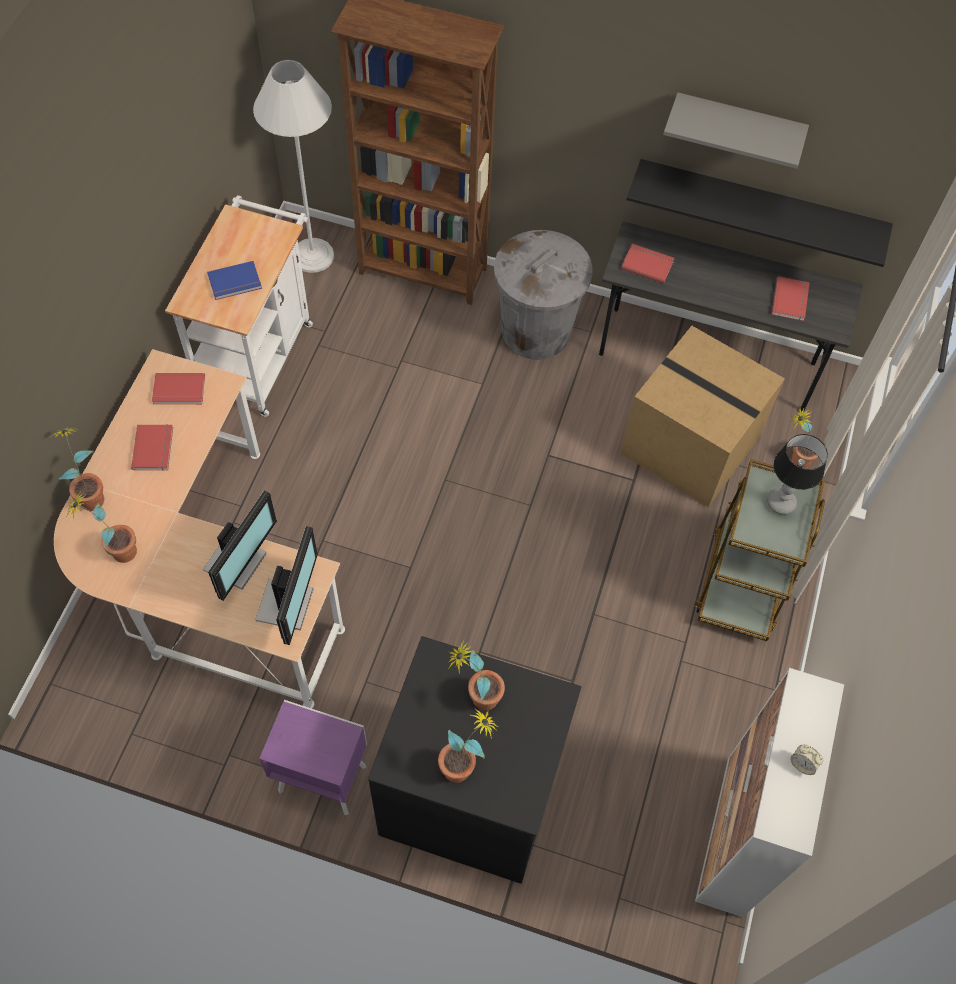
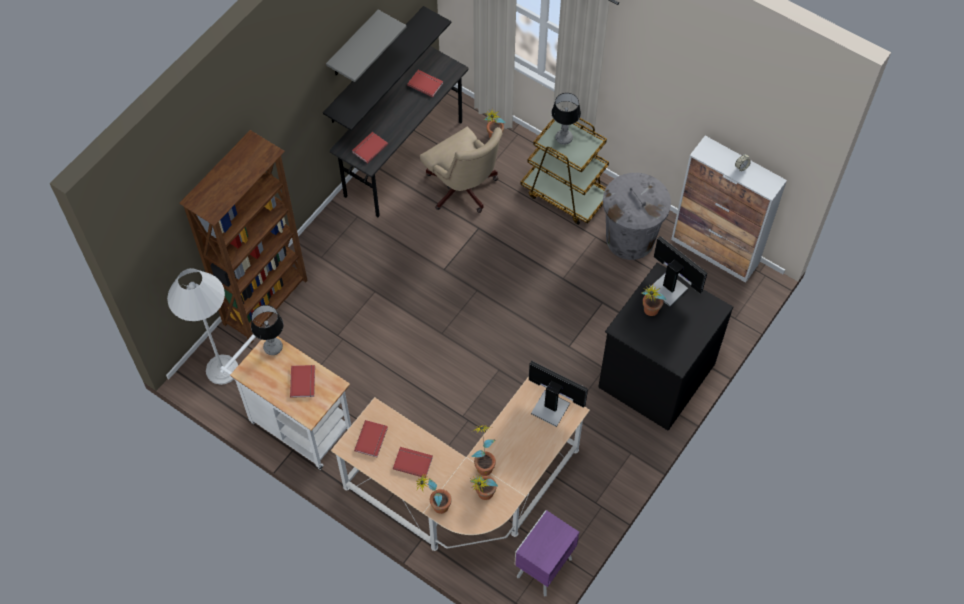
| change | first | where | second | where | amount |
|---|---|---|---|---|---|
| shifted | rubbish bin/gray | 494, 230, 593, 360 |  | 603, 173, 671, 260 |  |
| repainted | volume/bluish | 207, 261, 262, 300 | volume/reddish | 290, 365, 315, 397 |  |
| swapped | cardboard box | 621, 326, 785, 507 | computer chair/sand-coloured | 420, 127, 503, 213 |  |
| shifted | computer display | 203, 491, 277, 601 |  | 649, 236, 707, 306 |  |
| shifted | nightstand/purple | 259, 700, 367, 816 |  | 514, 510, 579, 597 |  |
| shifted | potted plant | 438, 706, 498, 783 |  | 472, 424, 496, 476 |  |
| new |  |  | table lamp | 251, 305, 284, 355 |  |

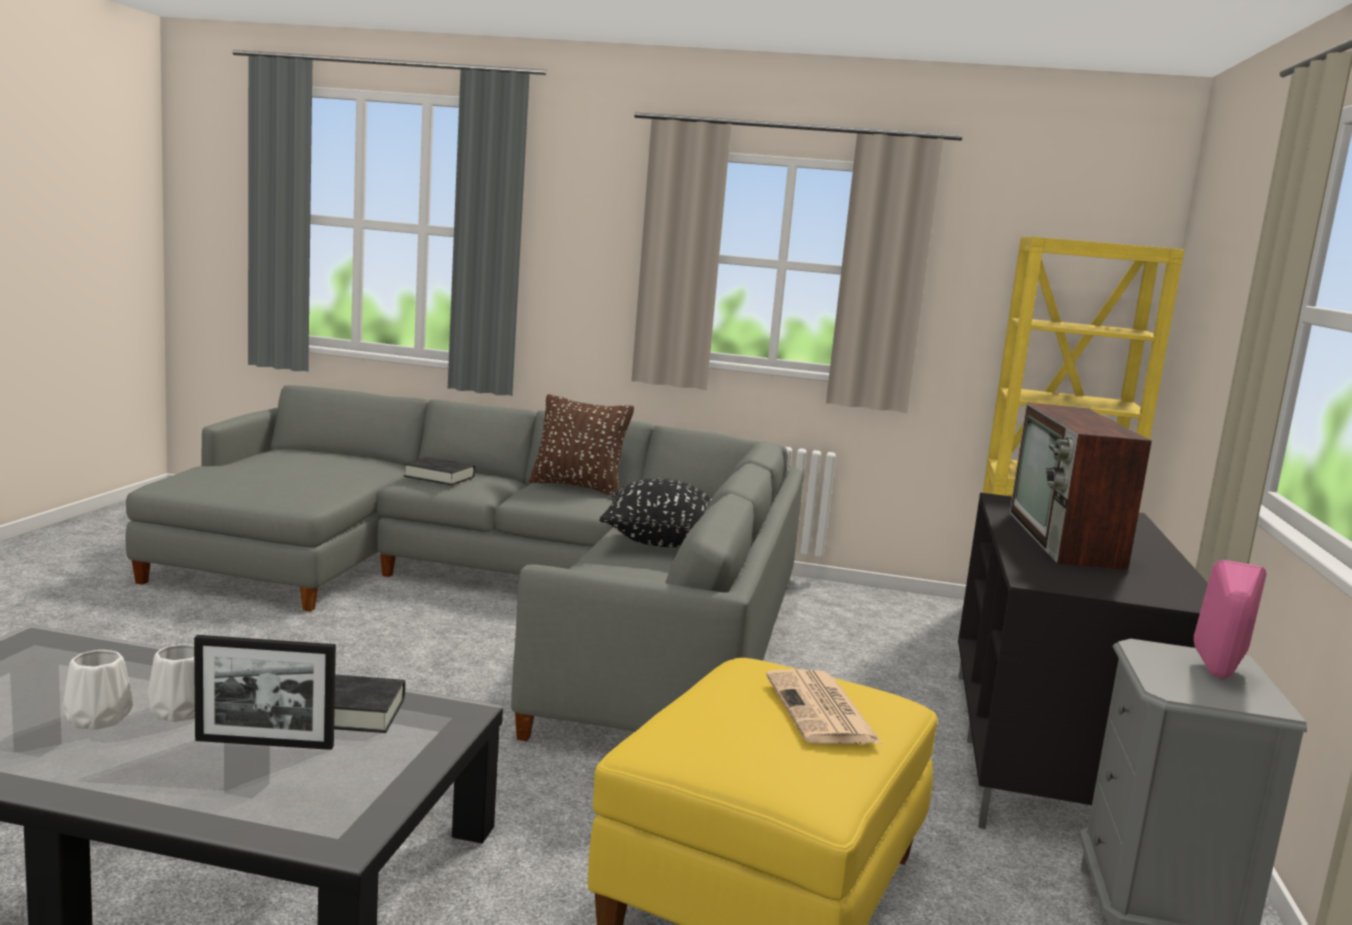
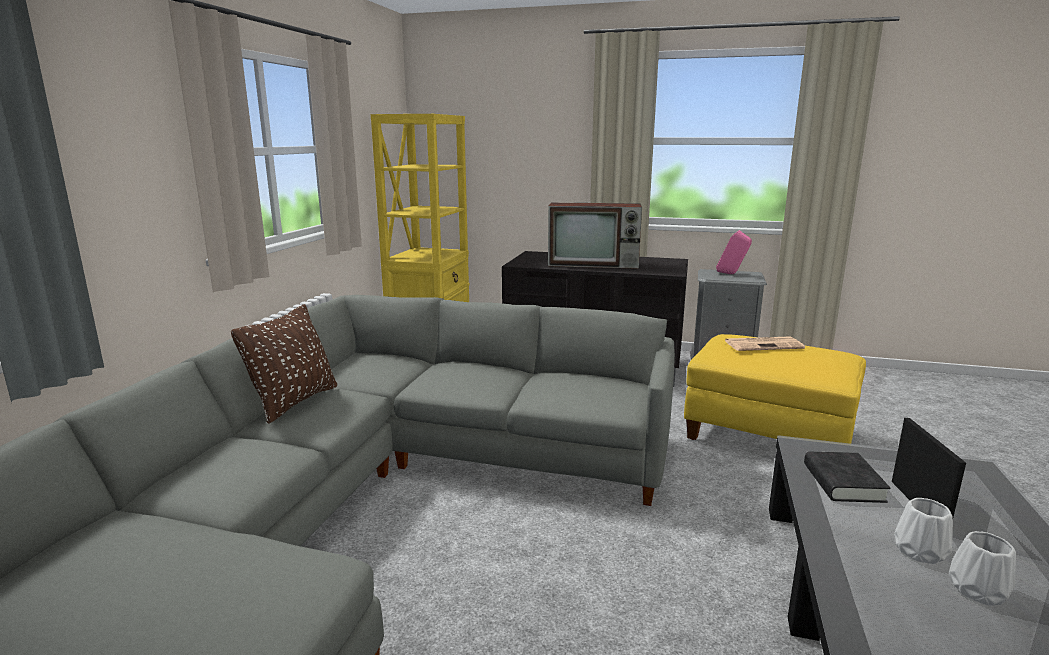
| change | first | where | second | where | amount |
|---|---|---|---|---|---|
| gone | volume/black | 404, 457, 475, 485 |  |  |  |
| gone | pillow/black | 599, 479, 711, 547 |  |  |  |

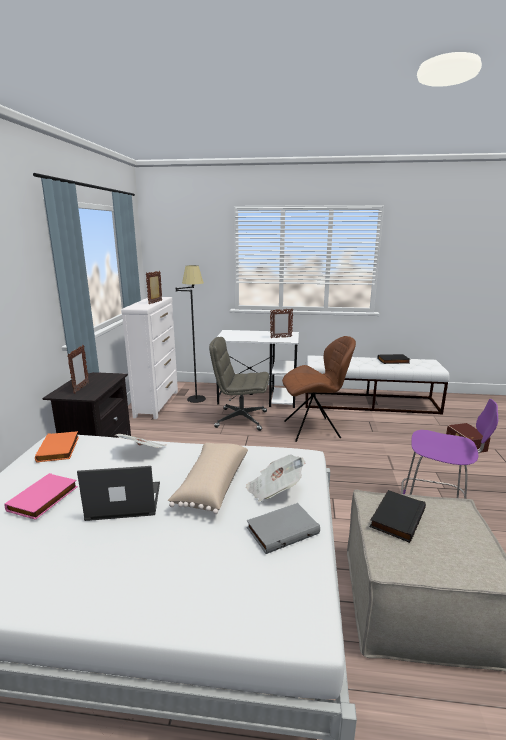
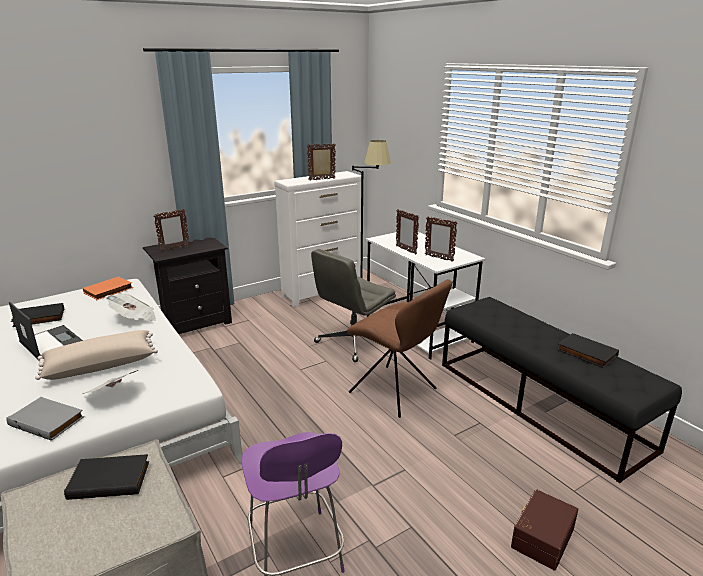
| change | first | where | second | where | amount |
|---|---|---|---|---|---|
| rotated | computer chair/gray | 209, 337, 269, 431 |  | 311, 249, 396, 362 | 105 degrees counterclockwise |
| repainted | long seat/white | 305, 355, 450, 415 | long seat/black | 442, 297, 682, 483 |  |
| repainted | volume/pink-coloured | 5, 473, 78, 520 | volume/black | 11, 303, 64, 327 |  |
| new |  |  | standing frame | 396, 209, 419, 255 |  |

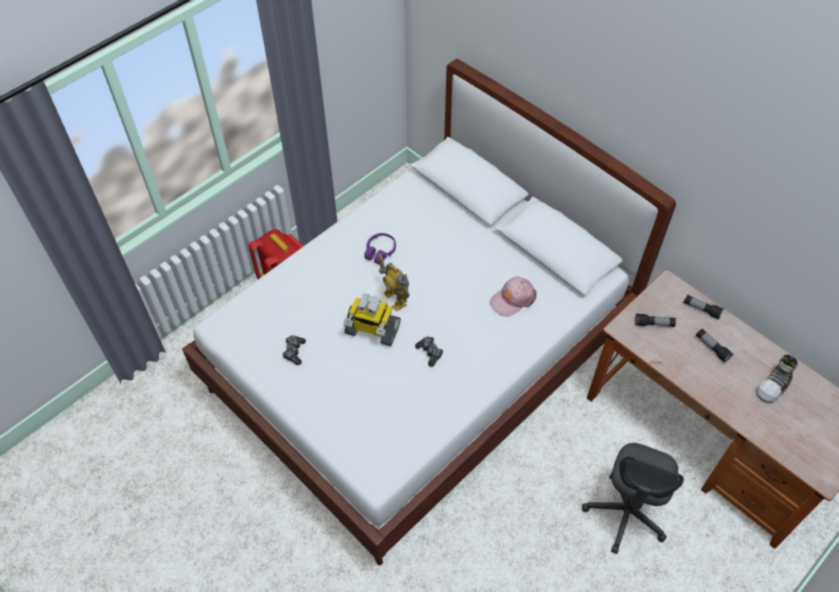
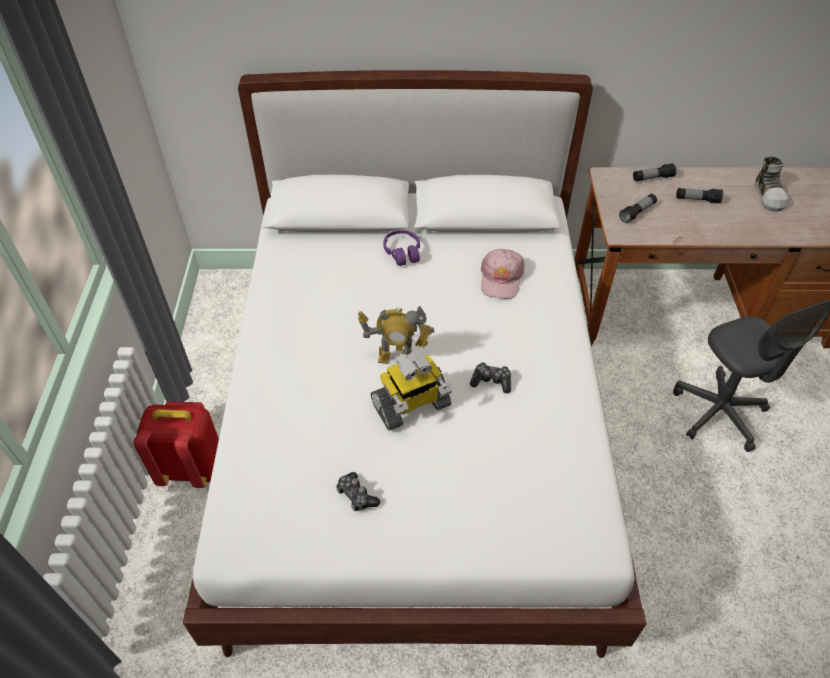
| change | first | where | second | where | amount |
|---|---|---|---|---|---|
| shifted | pair of headphones/purple | 364, 233, 396, 264 |  | 383, 230, 420, 266 |  |

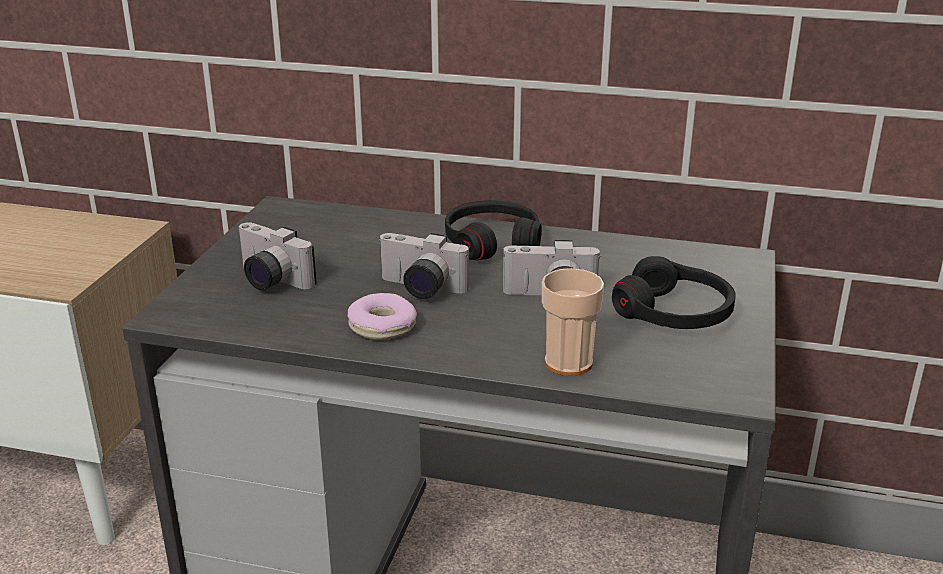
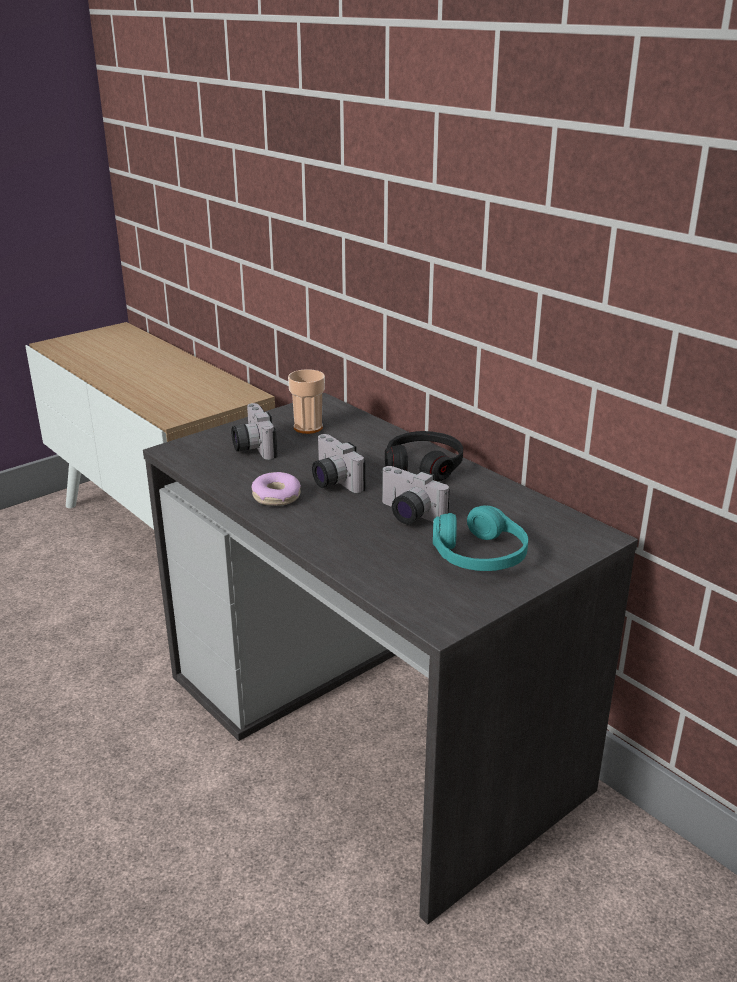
| change | first | where | second | where | amount |
|---|---|---|---|---|---|
| repainted | pair of headphones/black | 612, 256, 736, 329 | pair of headphones/turquoise | 433, 506, 528, 571 |  |
| shifted | cup | 542, 268, 604, 376 |  | 288, 369, 325, 434 |  |

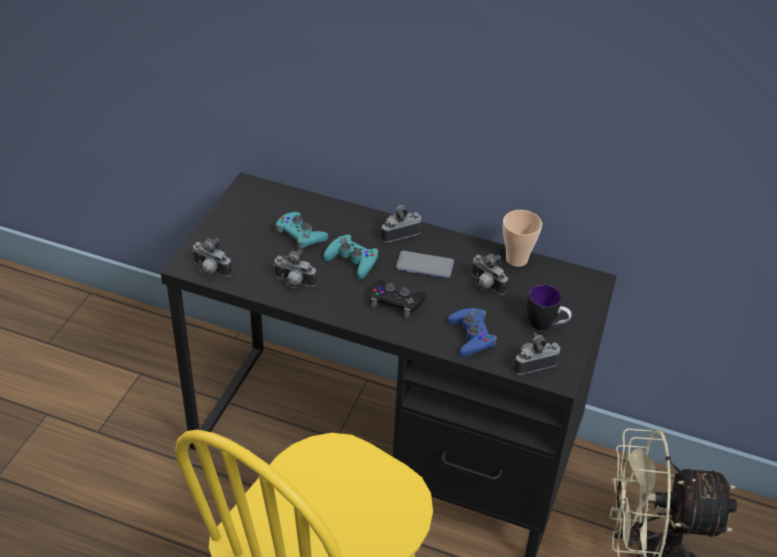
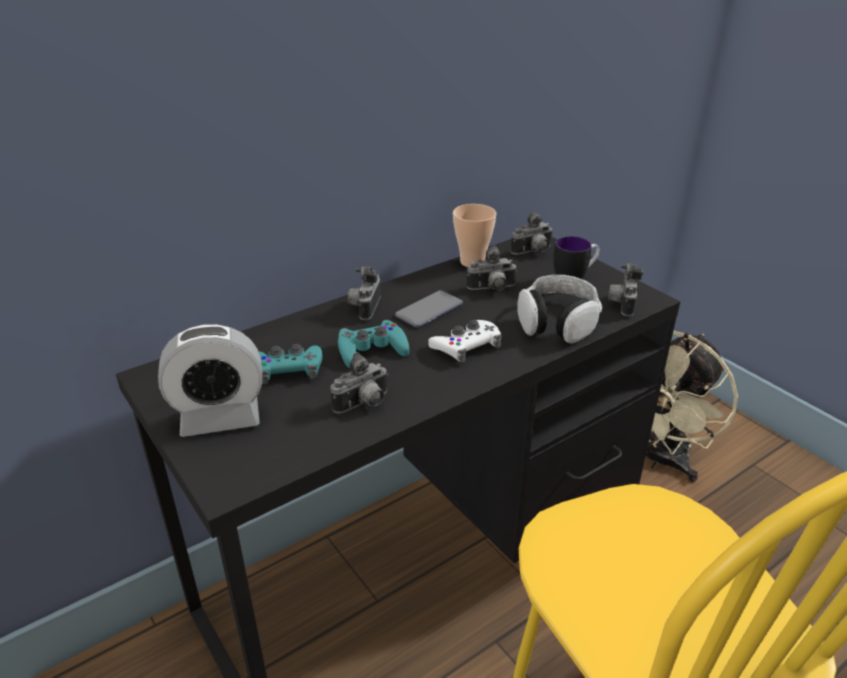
| change | first | where | second | where | amount |
|---|---|---|---|---|---|
| shifted | photo camera | 192, 238, 232, 277 |  | 511, 212, 553, 255 |  |
| repainted | gamepad/black | 370, 279, 425, 318 | gamepad/white | 428, 320, 502, 363 |  |
| swapped | gamepad/bluish | 447, 308, 497, 357 | pair of headphones | 518, 275, 602, 344 |  |
| new |  |  | table clock | 158, 324, 262, 437 |  |

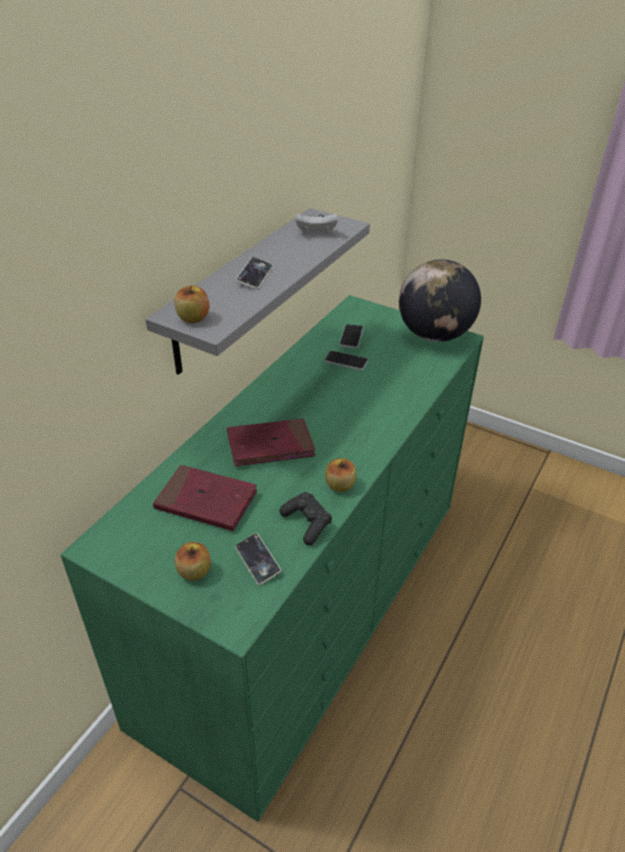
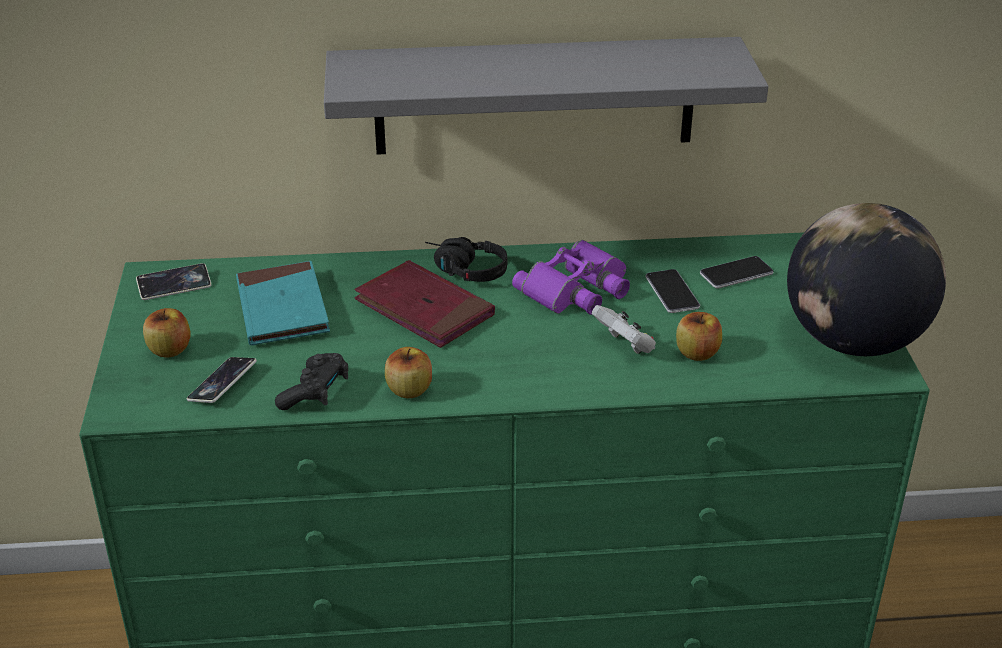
| change | first | where | second | where | amount |
|---|---|---|---|---|---|
| shifted | gamepad/white | 295, 214, 339, 233 |  | 592, 305, 656, 354 |  |
| shifted | phone | 236, 257, 273, 289 |  | 136, 263, 211, 300 |  |
| shifted | apple | 174, 285, 209, 323 |  | 676, 312, 722, 361 |  |
| repainted | volume/reddish | 153, 465, 258, 531 | volume/turquoise | 236, 261, 330, 345 |  |
| new |  |  | pair of headphones/black | 425, 237, 508, 282 |  |
| new |  |  | binoculars/purple | 512, 240, 630, 315 |  |

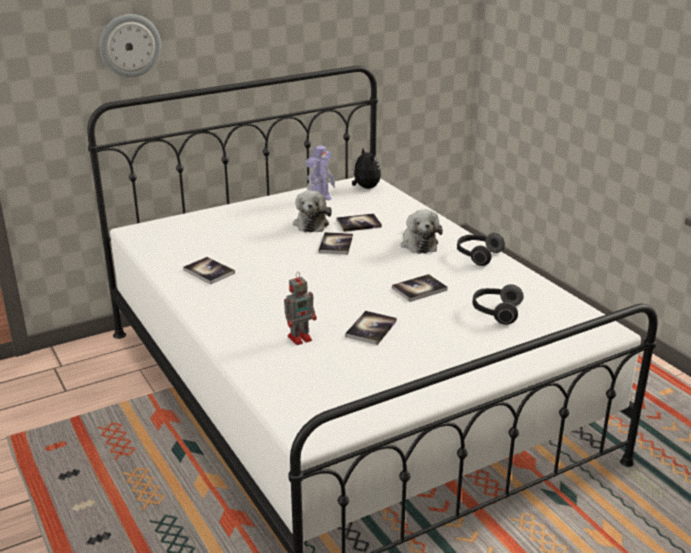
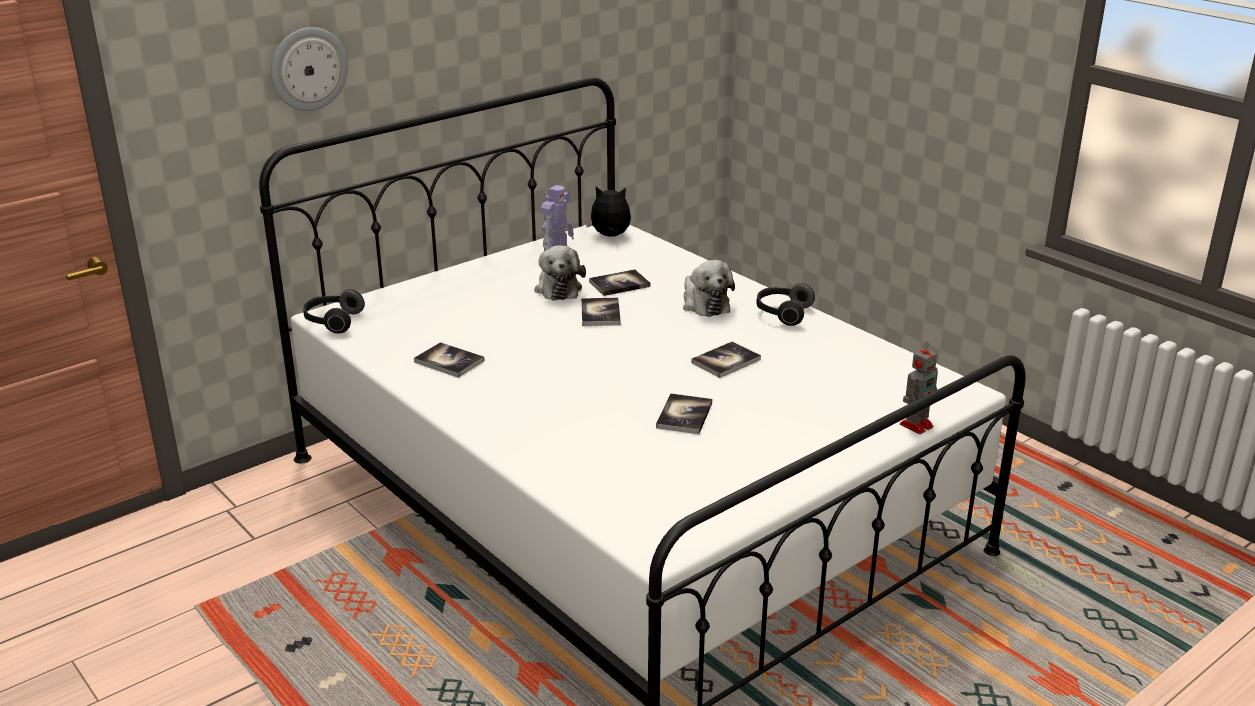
| change | first | where | second | where | amount |
|---|---|---|---|---|---|
| rotated | cuddly toy | 351, 148, 381, 189 |  | 585, 186, 631, 237 | 45 degrees counterclockwise |
| shifted | toy robot | 284, 272, 316, 345 |  | 900, 342, 938, 434 |  |
| shifted | pair of headphones | 472, 284, 524, 325 |  | 303, 289, 365, 333 |  |

